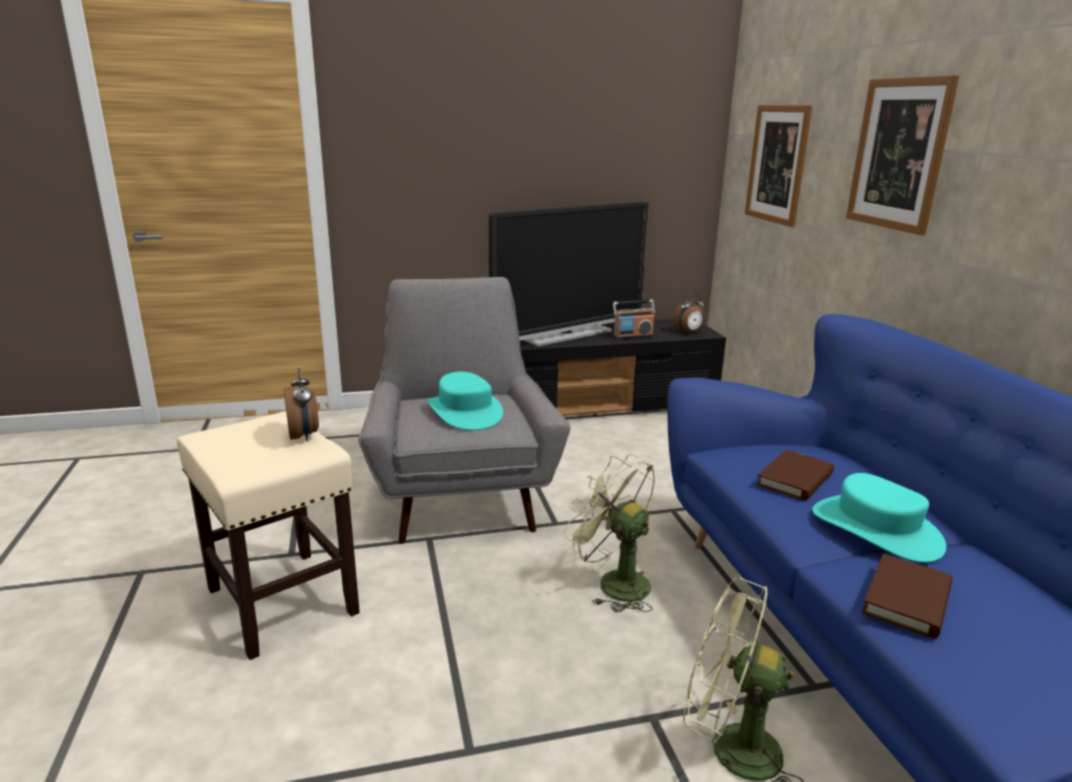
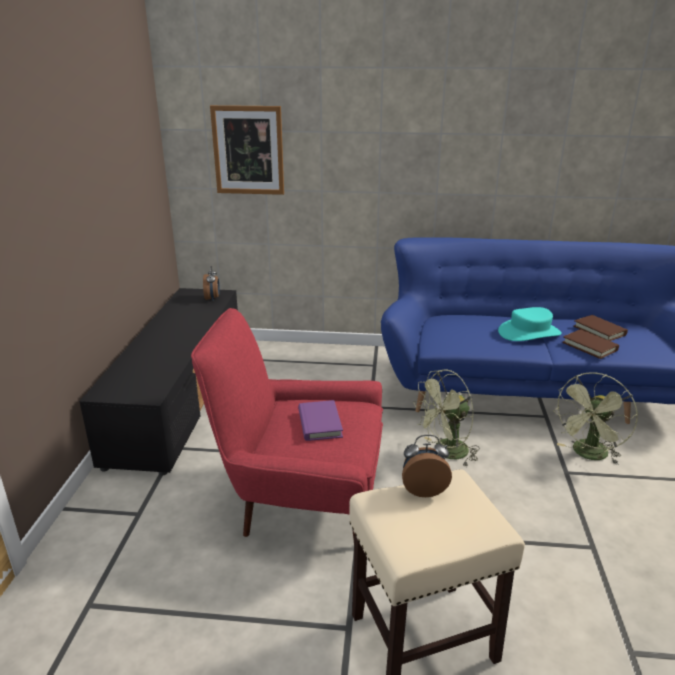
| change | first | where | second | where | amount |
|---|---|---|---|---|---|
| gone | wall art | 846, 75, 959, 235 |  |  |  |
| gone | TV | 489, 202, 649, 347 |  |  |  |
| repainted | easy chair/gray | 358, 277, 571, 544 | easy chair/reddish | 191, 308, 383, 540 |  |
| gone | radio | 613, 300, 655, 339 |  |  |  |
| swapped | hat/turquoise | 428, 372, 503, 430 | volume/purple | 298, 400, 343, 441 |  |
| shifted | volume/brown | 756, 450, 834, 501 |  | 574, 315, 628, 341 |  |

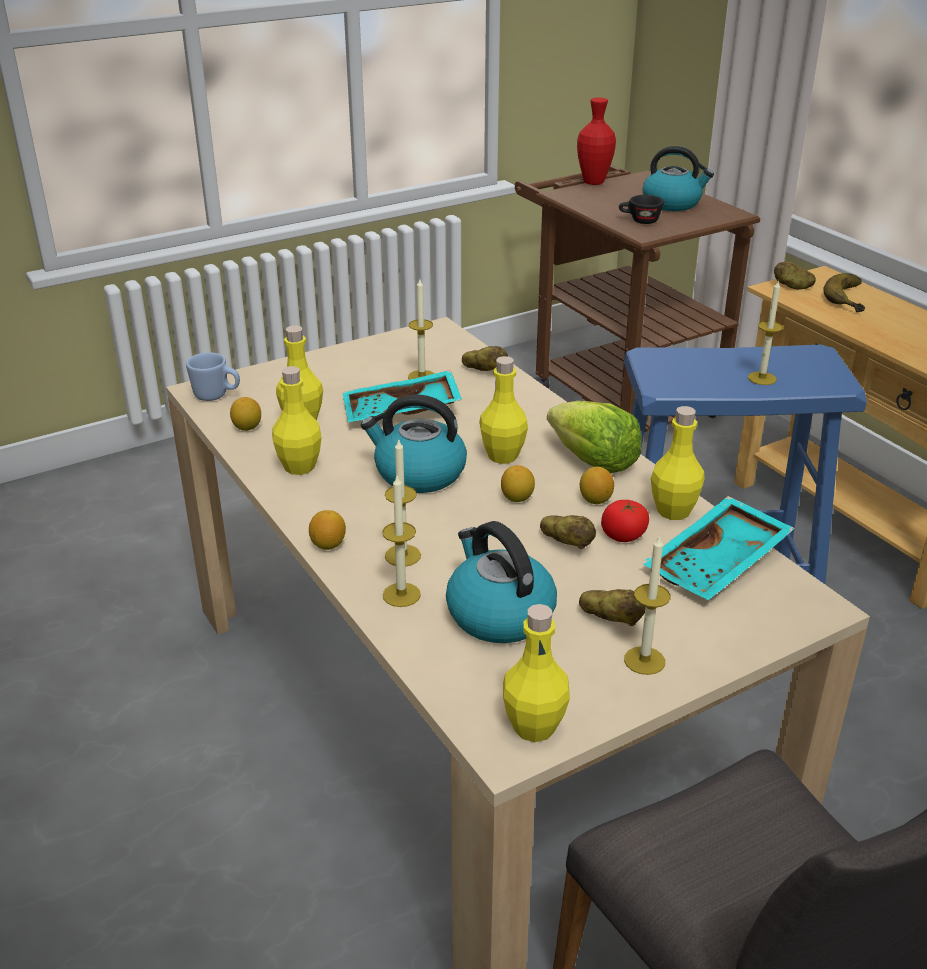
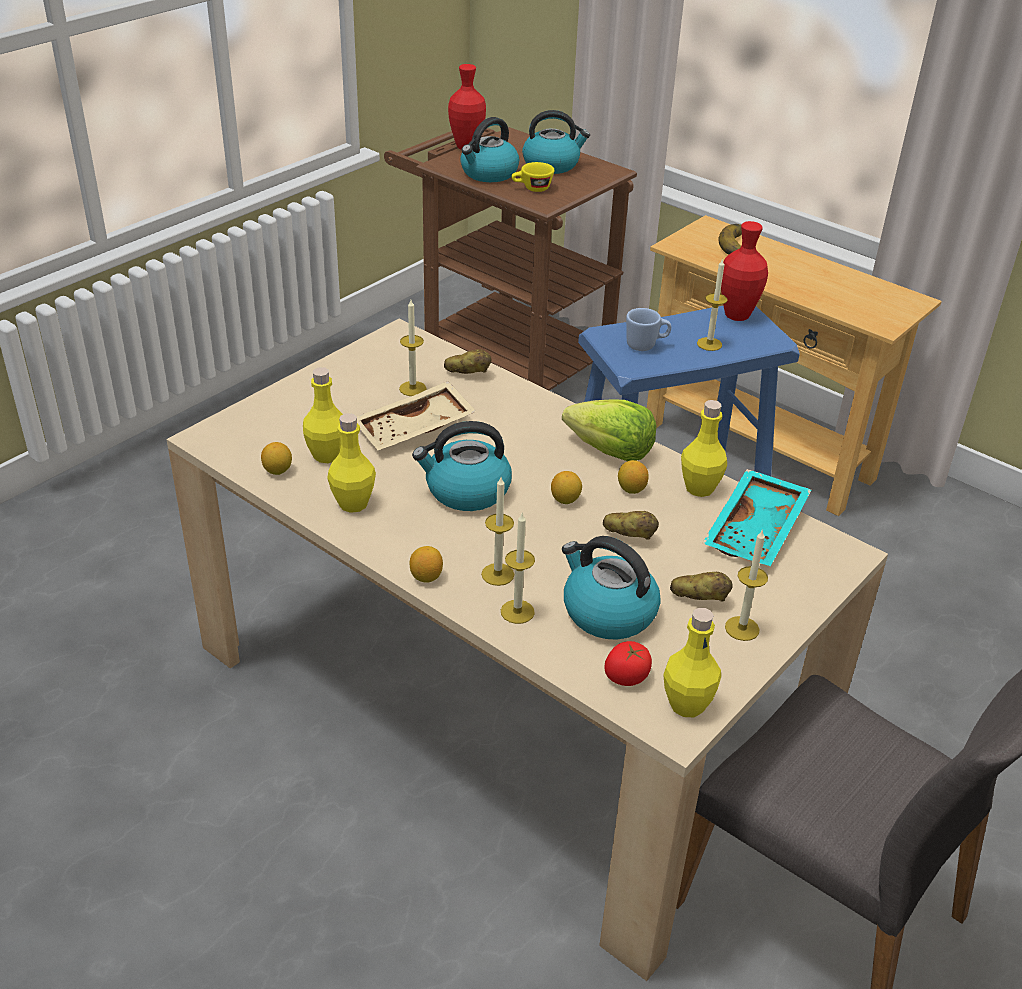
| change | first | where | second | where | amount |
|---|---|---|---|---|---|
| repainted | cup/black | 619, 195, 664, 224 | cup/yellowish | 511, 162, 554, 192 |  |
| gone | whole potato | 774, 262, 816, 290 |  |  |  |
| shifted | mug/bluish | 186, 352, 240, 401 |  | 626, 308, 671, 351 |  |
| gone | bottle/yellowish | 479, 356, 528, 464 |  |  |  |
| repainted | serving tray/turquoise | 342, 370, 462, 422 | serving tray/sand-coloured | 357, 381, 477, 450 |  |
| shifted | whole tomato | 601, 500, 649, 542 |  | 604, 641, 652, 686 |  |
| new |  |  | water kettle | 460, 117, 519, 182 |  |
| new |  |  | vase/reddish | 721, 221, 768, 321 |  |

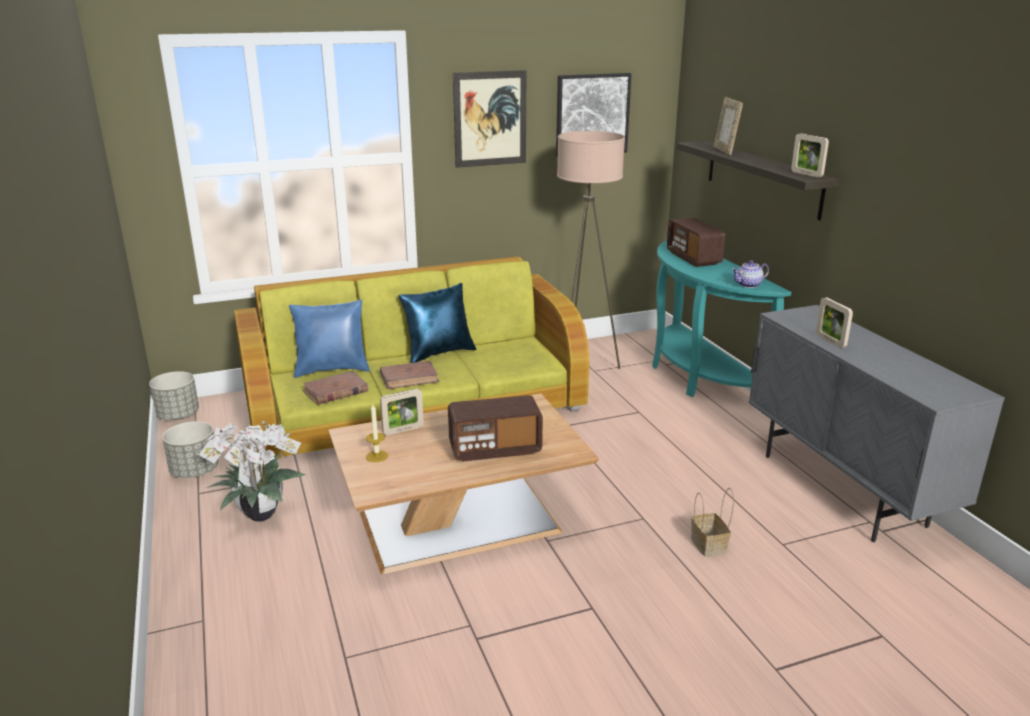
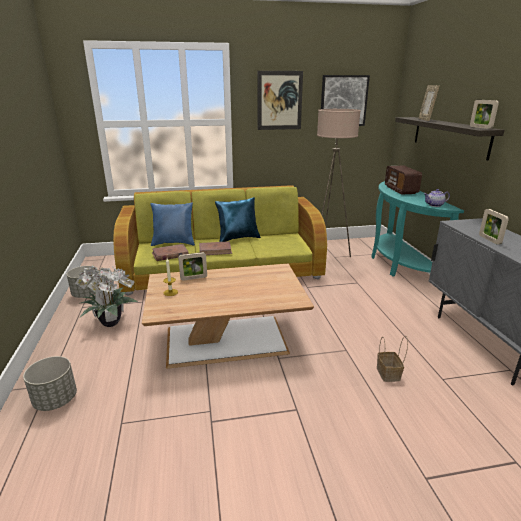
| change | first | where | second | where | amount |
|---|---|---|---|---|---|
| shifted | planter/gray | 149, 371, 199, 420 |  | 23, 356, 77, 411 |  |
| gone | radio | 448, 395, 543, 461 |  |  |  |

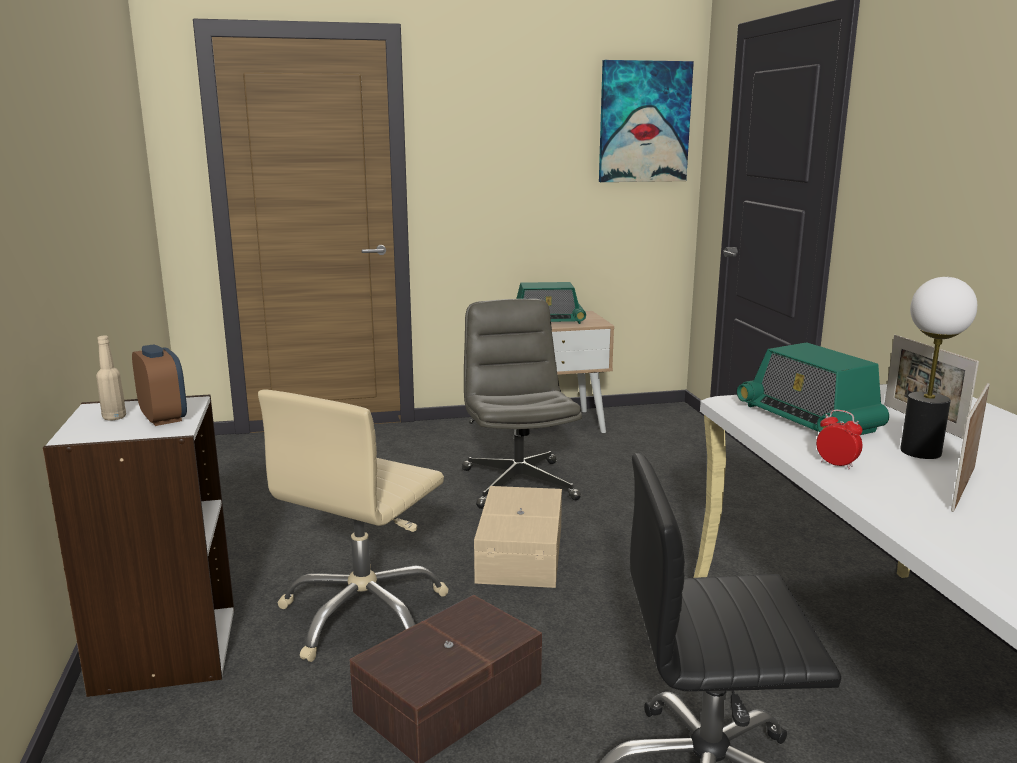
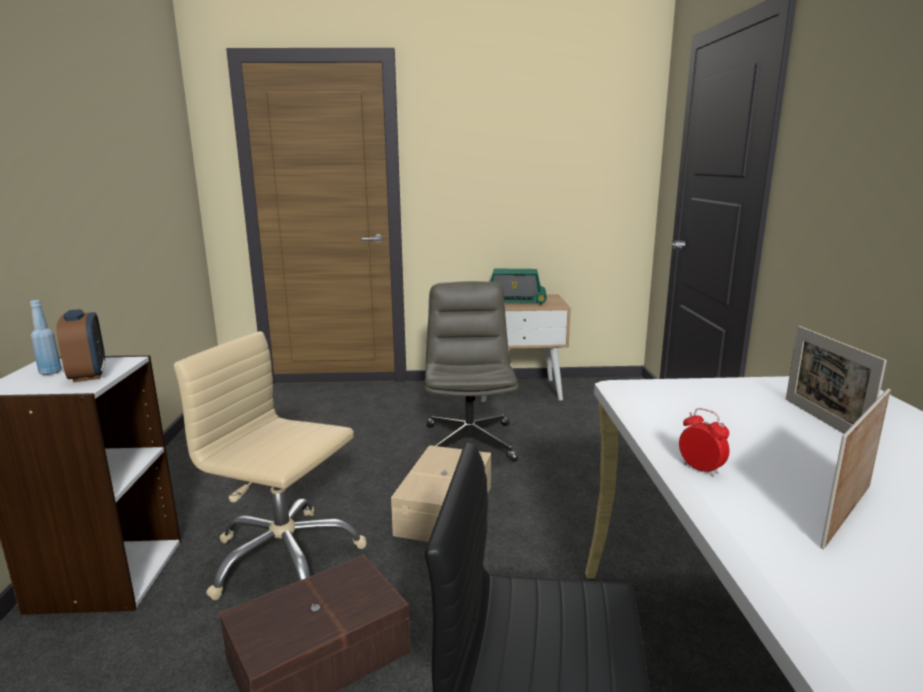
| change | first | where | second | where | amount |
|---|---|---|---|---|---|
| gone | wall art | 599, 60, 694, 182 |  |  |  |
| gone | table lamp | 900, 277, 977, 459 |  |  |  |
| repainted | bottle/sand-coloured | 96, 336, 126, 420 | bottle/bluish | 30, 300, 62, 375 |  |
| gone | radio | 737, 342, 889, 435 |  |  |  |
| rotated | computer chair/sand-coloured | 258, 390, 449, 662 |  | 174, 331, 367, 600 | 75 degrees clockwise |

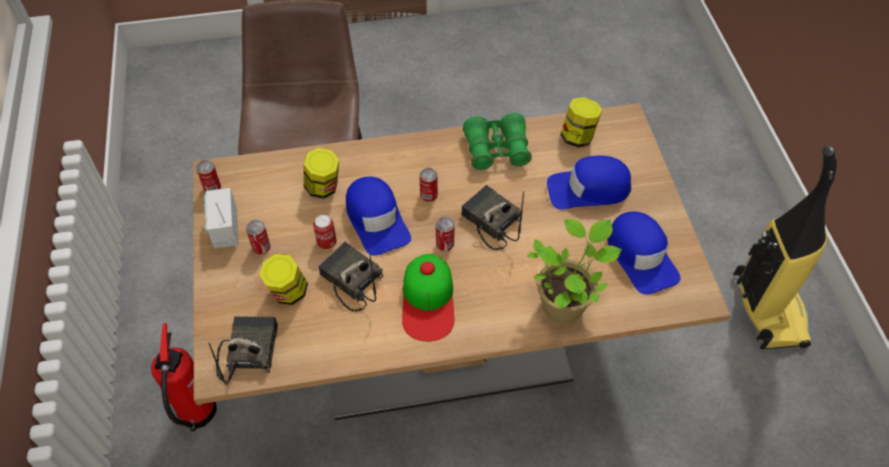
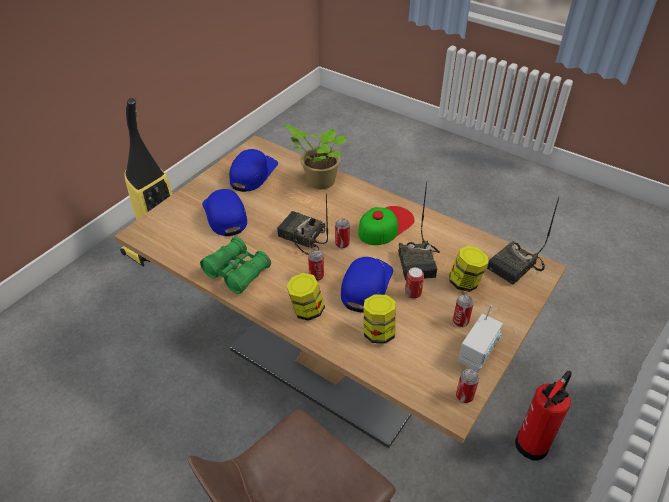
| change | first | where | second | where | amount |
|---|---|---|---|---|---|
| shifted | storage jar | 560, 97, 602, 148 |  | 286, 273, 325, 321 |  |
| rotated | cap/bluish | 547, 156, 631, 210 |  | 202, 189, 247, 236 | 150 degrees counterclockwise |
| rotated | radio | 461, 185, 524, 250 |  | 277, 194, 328, 255 | 120 degrees clockwise |

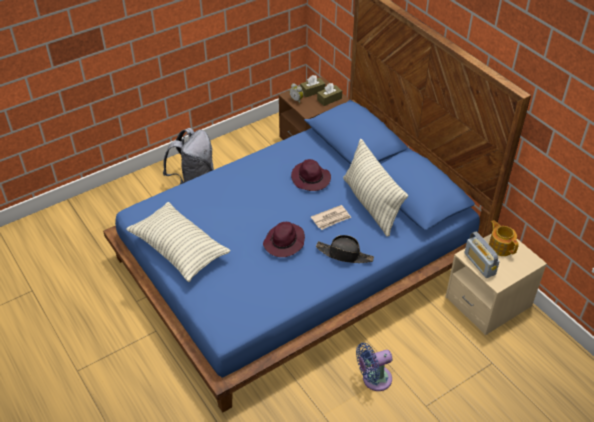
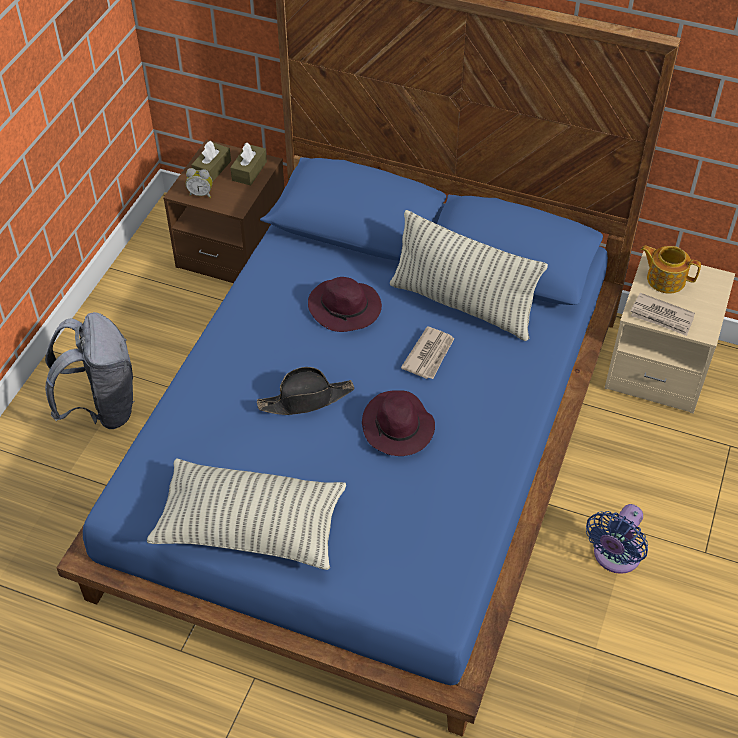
| change | first | where | second | where | amount |
|---|---|---|---|---|---|
| swapped | radio | 464, 232, 500, 278 | printed paper | 630, 293, 695, 336 |  |
| shifted | hat/black | 316, 235, 374, 263 |  | 257, 367, 355, 415 |  |

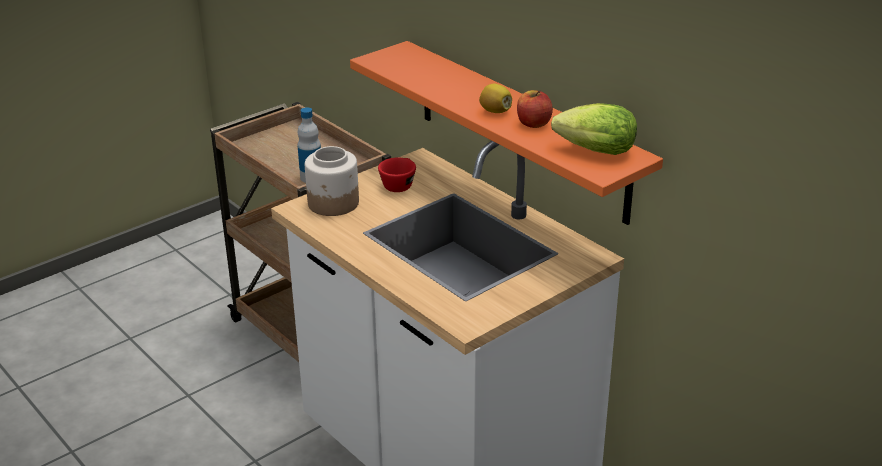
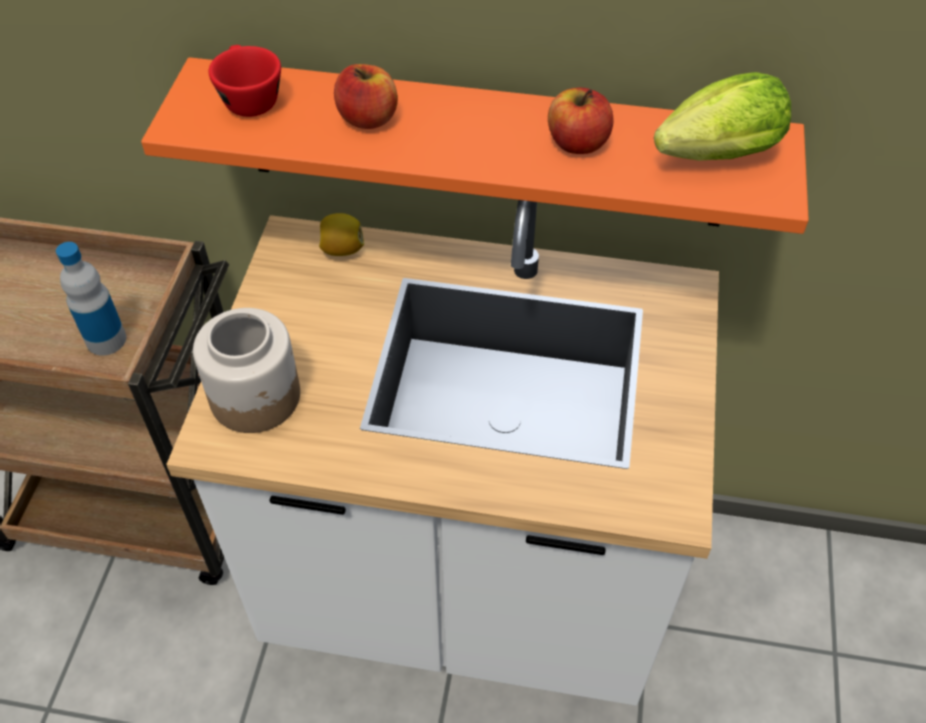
| change | first | where | second | where | amount |
|---|---|---|---|---|---|
| shifted | citrus fruit | 479, 84, 512, 113 |  | 319, 213, 364, 256 |  |
| shifted | cup/reddish | 378, 157, 416, 192 |  | 209, 45, 281, 117 |  |
| new |  |  | apple | 334, 64, 398, 129 |  |

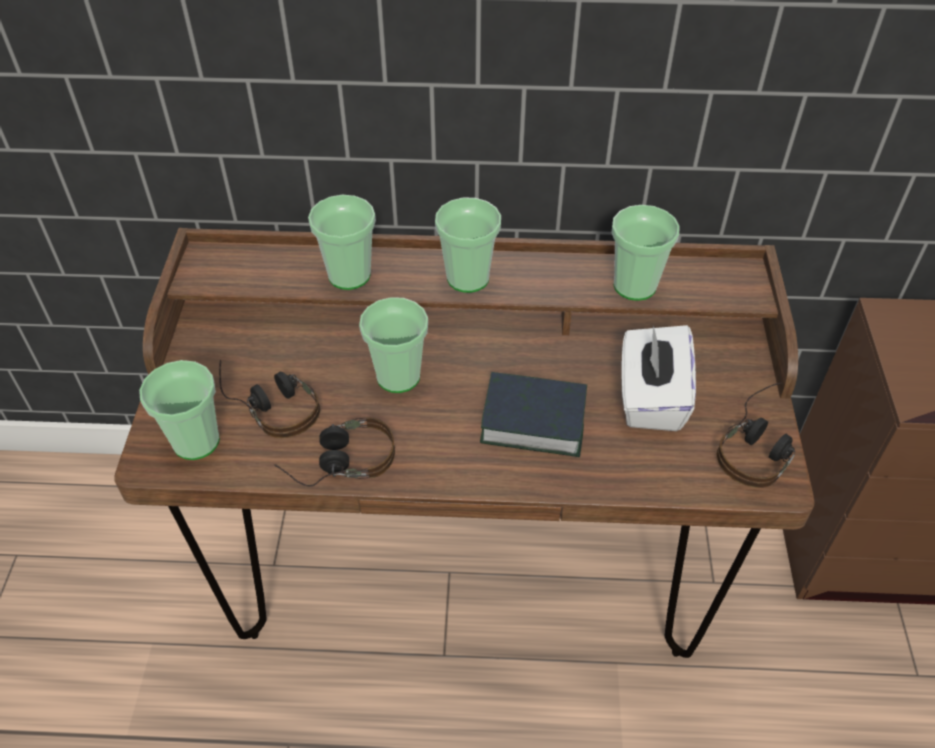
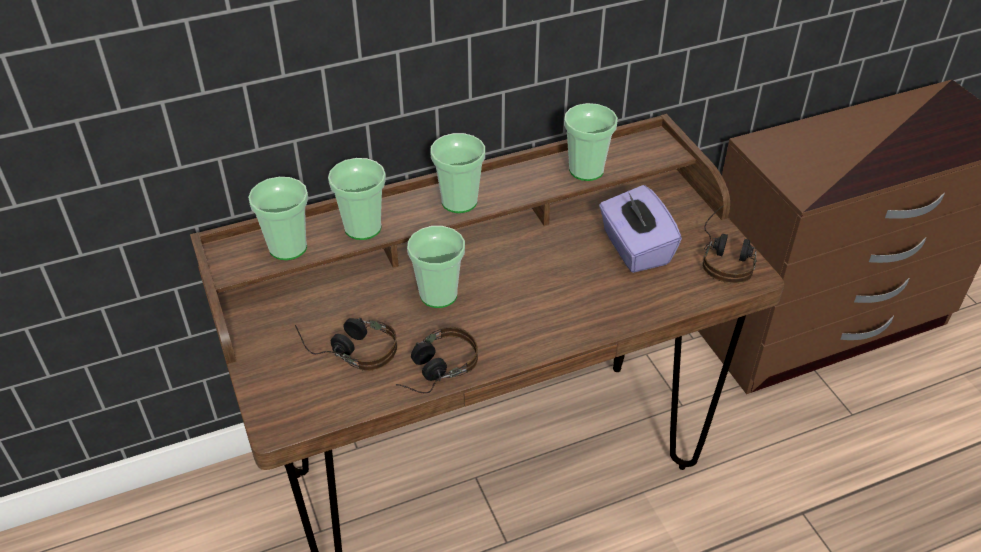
| change | first | where | second | where | amount |
|---|---|---|---|---|---|
| repainted | box of tissues/white | 621, 325, 696, 431 | box of tissues/purple | 599, 185, 682, 273 |  |
| shifted | cup | 139, 360, 220, 460 |  | 248, 177, 308, 260 |  |
| gone | volume | 480, 372, 587, 457 |  |  |  |

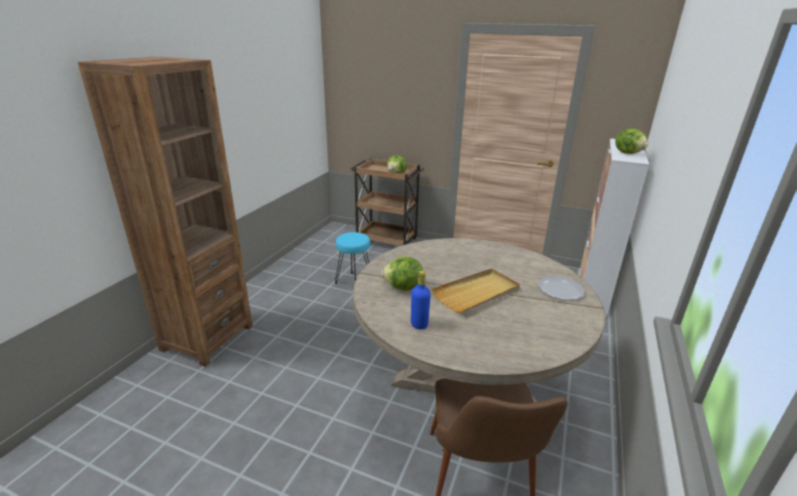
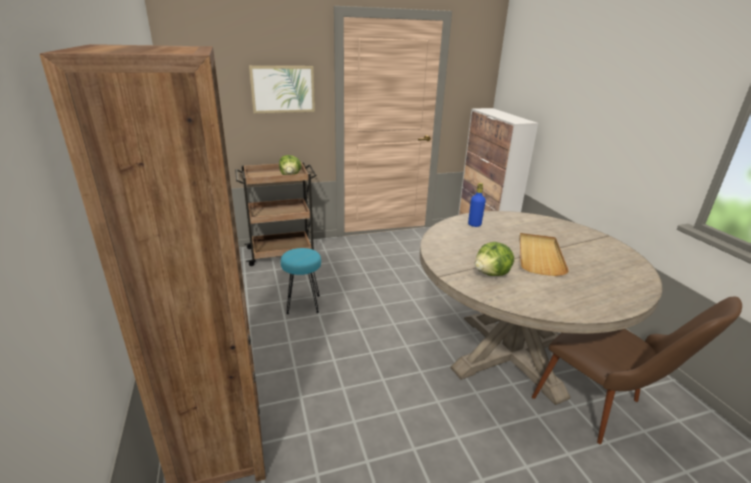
| change | first | where | second | where | amount |
|---|---|---|---|---|---|
| gone | lettuce head | 615, 128, 648, 154 |  |  |  |
| shifted | bottle/bluish | 411, 271, 431, 329 |  | 468, 183, 486, 227 |  |
| gone | dinner plate | 538, 276, 585, 300 |  |  |  |
| new |  |  | wall art | 249, 66, 315, 113 |  |

